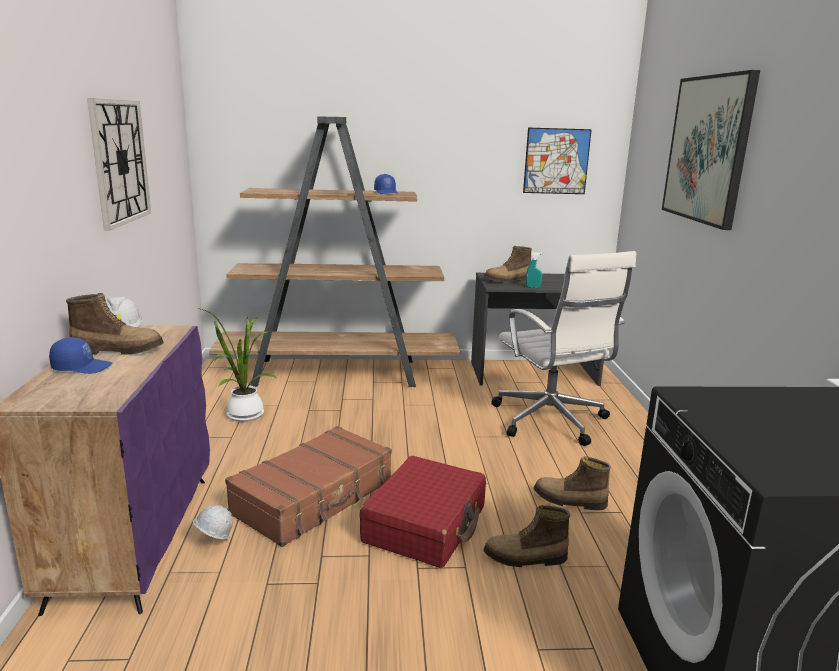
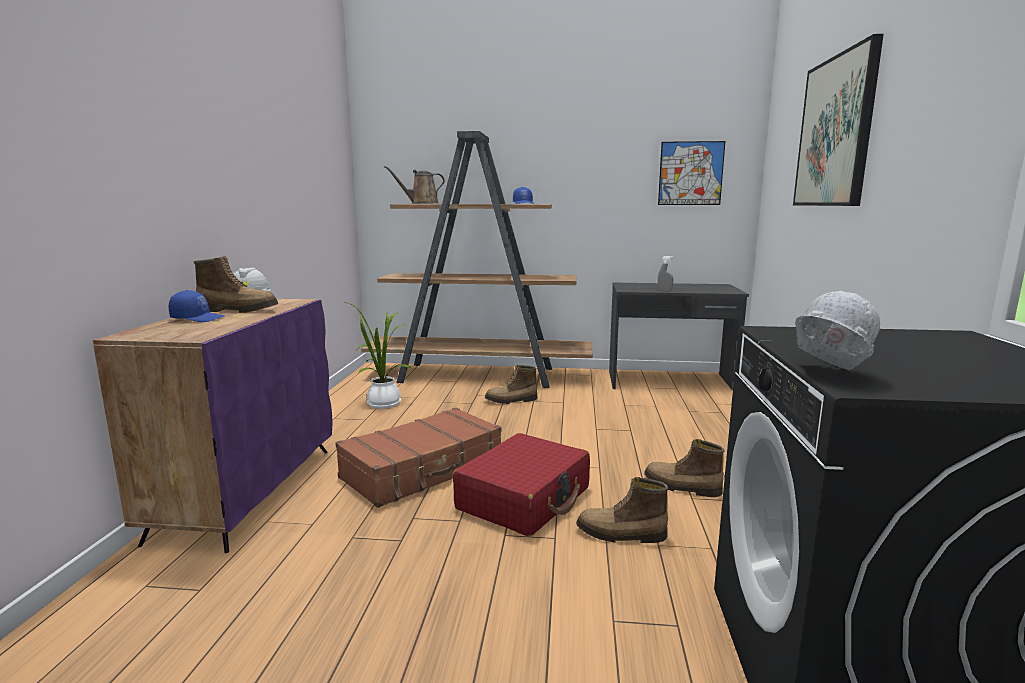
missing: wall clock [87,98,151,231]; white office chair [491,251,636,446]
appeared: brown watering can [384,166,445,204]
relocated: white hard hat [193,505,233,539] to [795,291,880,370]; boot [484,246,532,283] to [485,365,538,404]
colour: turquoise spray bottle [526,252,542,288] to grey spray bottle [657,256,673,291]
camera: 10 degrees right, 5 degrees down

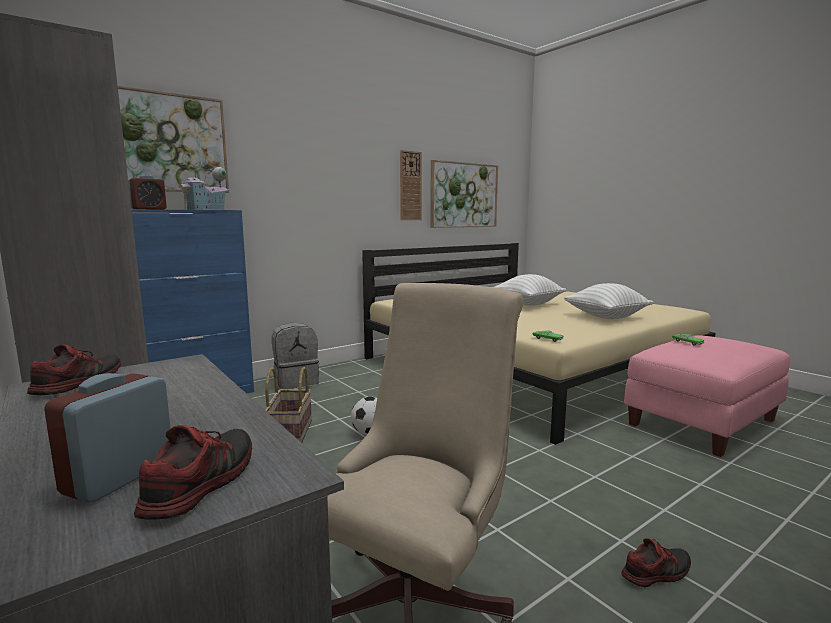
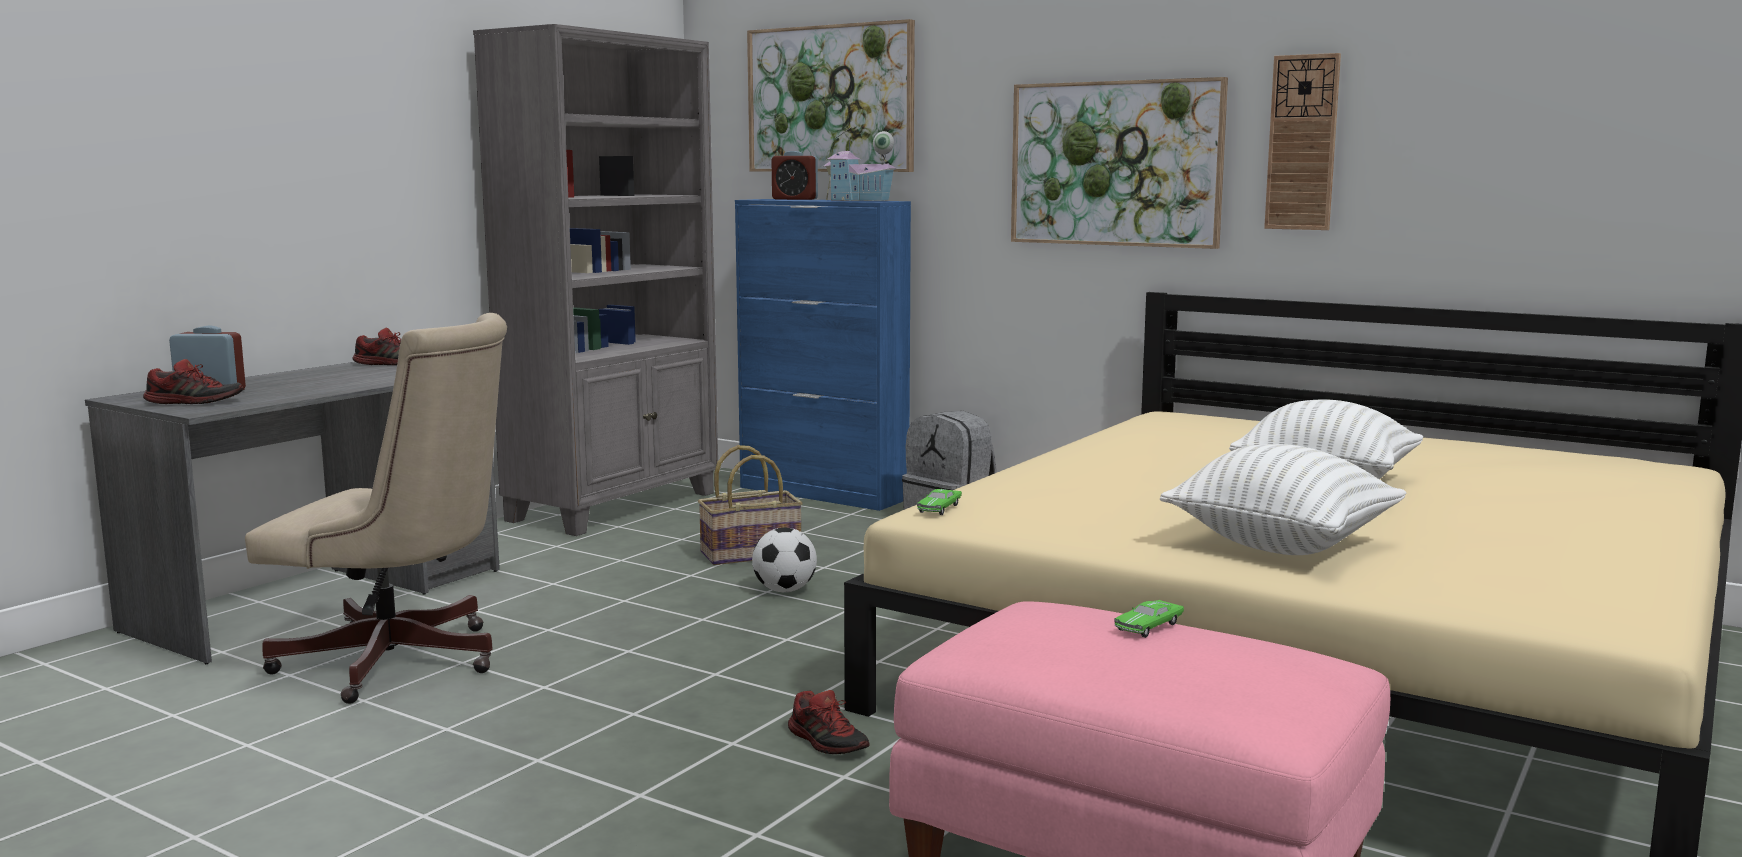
relocated: picture [430,160,498,228] to [1011,77,1228,249]; shoe [621,538,691,587] to [788,690,869,754]
camera: 70 degrees right, 0 degrees up

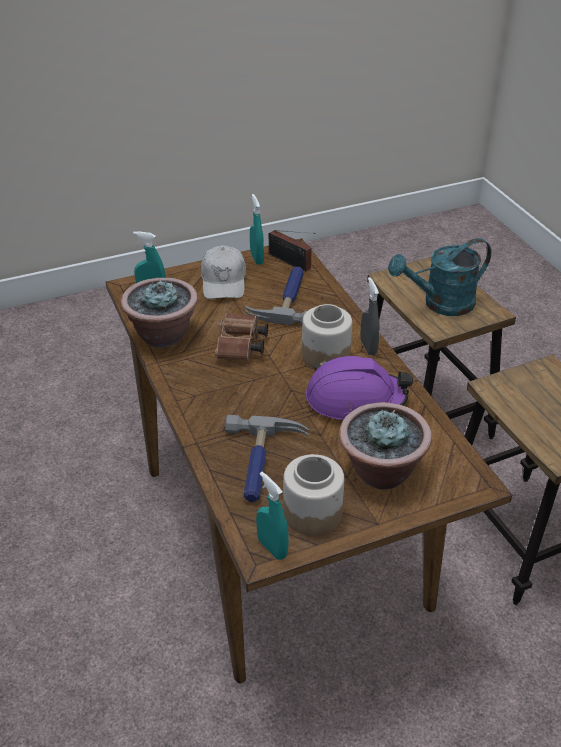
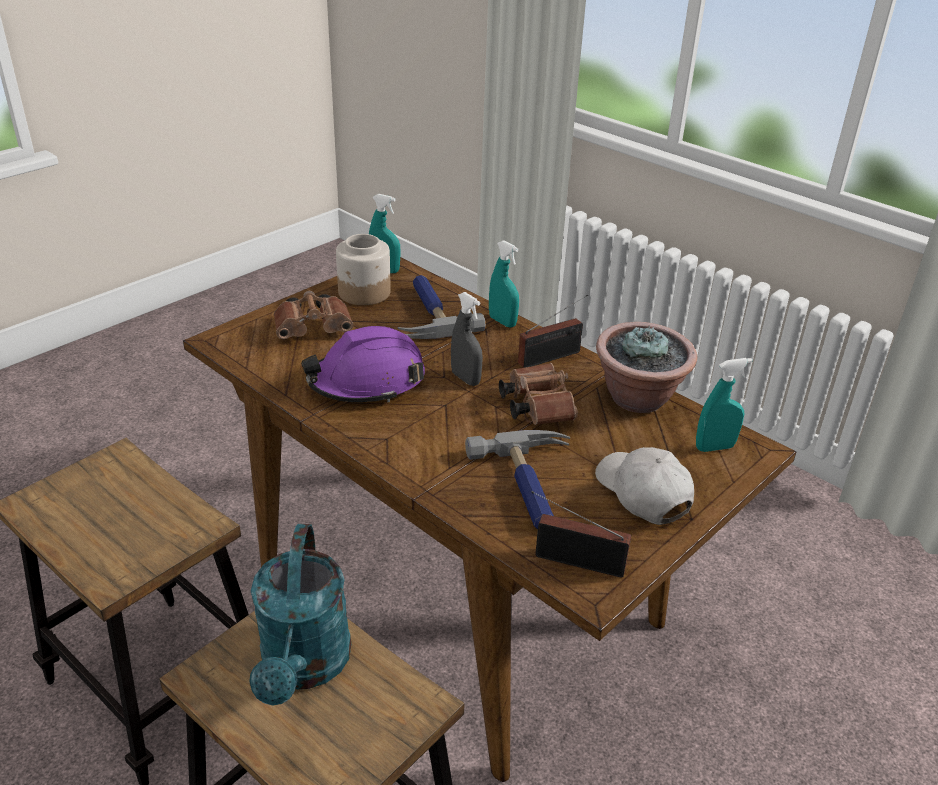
missing: jar [302,304,352,369]
appeared: radio [518,294,588,368]
relocated: turquoise spray bottle [250,194,264,265] to [489,240,519,328]; grey spray bottle [360,277,380,355] to [451,292,483,386]
exchanged: potted plant [339,402,432,489] to brown binoculars [274,291,354,339]
spun: turquoise watering can [388,238,492,316] = [249,524,351,706] 135 degrees clockwise
camera: 155 degrees right, 5 degrees down

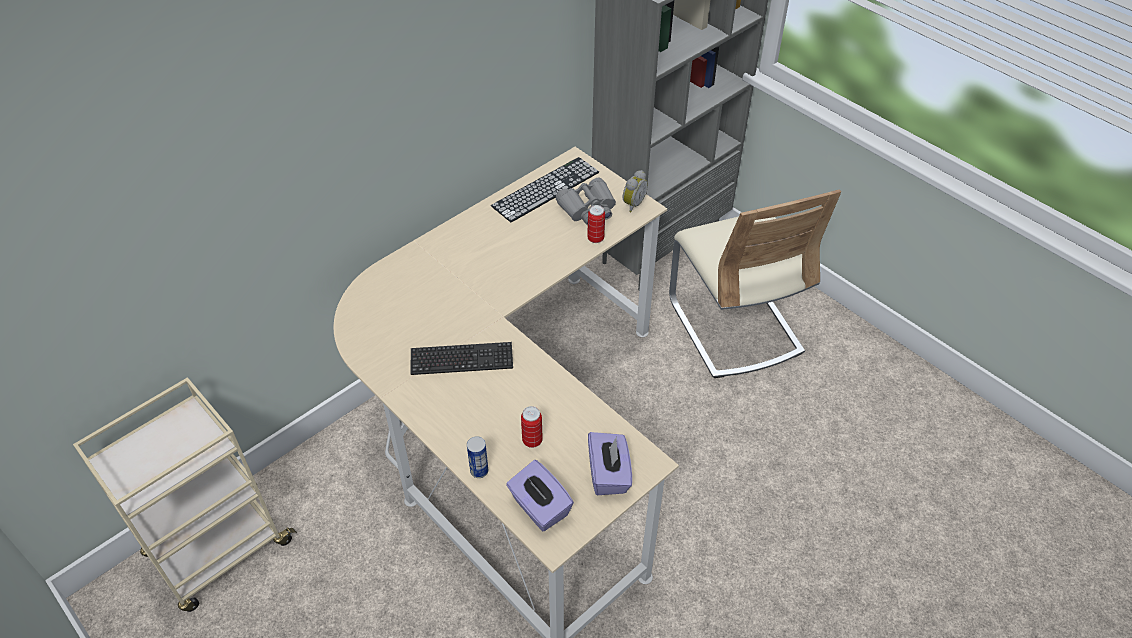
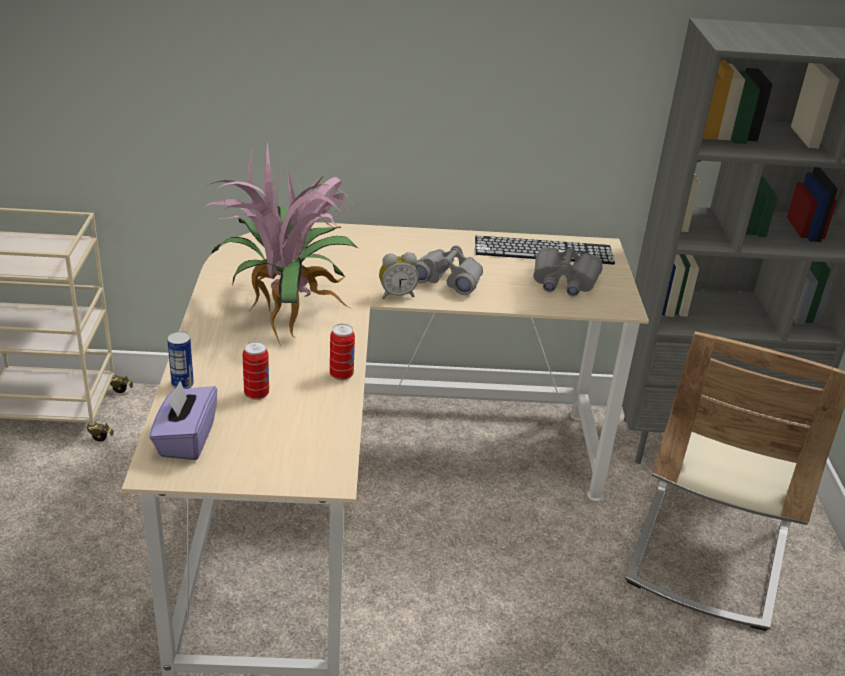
missing: purple tissue box [588,432,632,495]
appeared: grey binoculars [415,245,483,295]
relocated: can [587,205,605,243] to [330,324,355,380]; alarm clock [623,170,648,213] to [379,252,419,299]
exchanged: keyboard [410,342,513,375] to potted plant [206,142,358,346]
camera: 40 degrees right, 15 degrees down

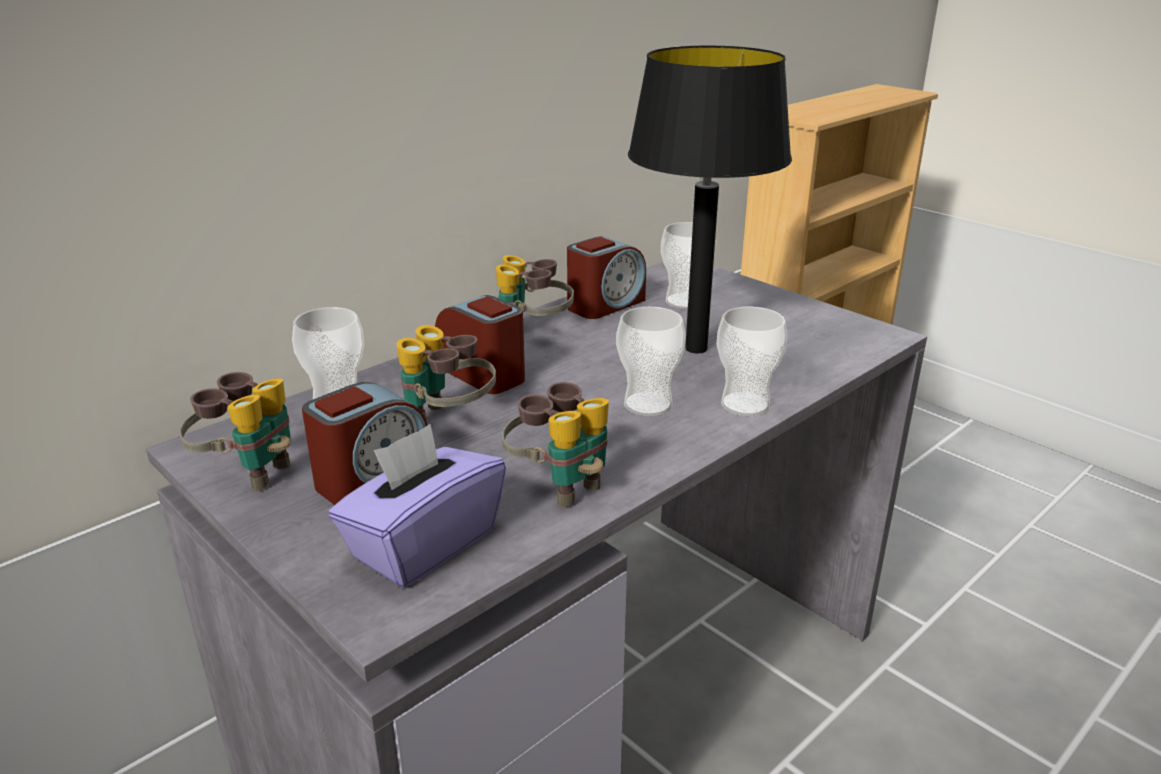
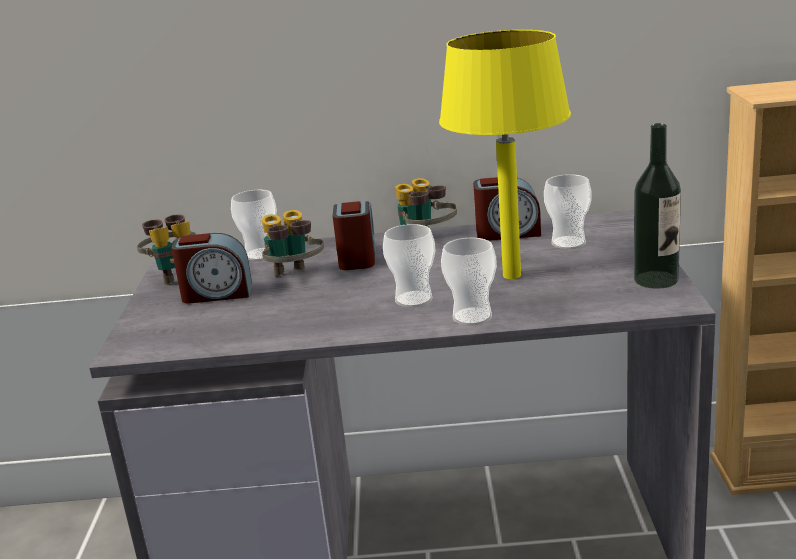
missing: purple tissue box [328,424,506,588]; binoculars [502,382,609,508]
appeared: bottle [634,123,681,289]
colour: black table lamp [628,46,792,353] to yellow table lamp [439,30,571,279]
camera: 45 degrees right, 5 degrees down

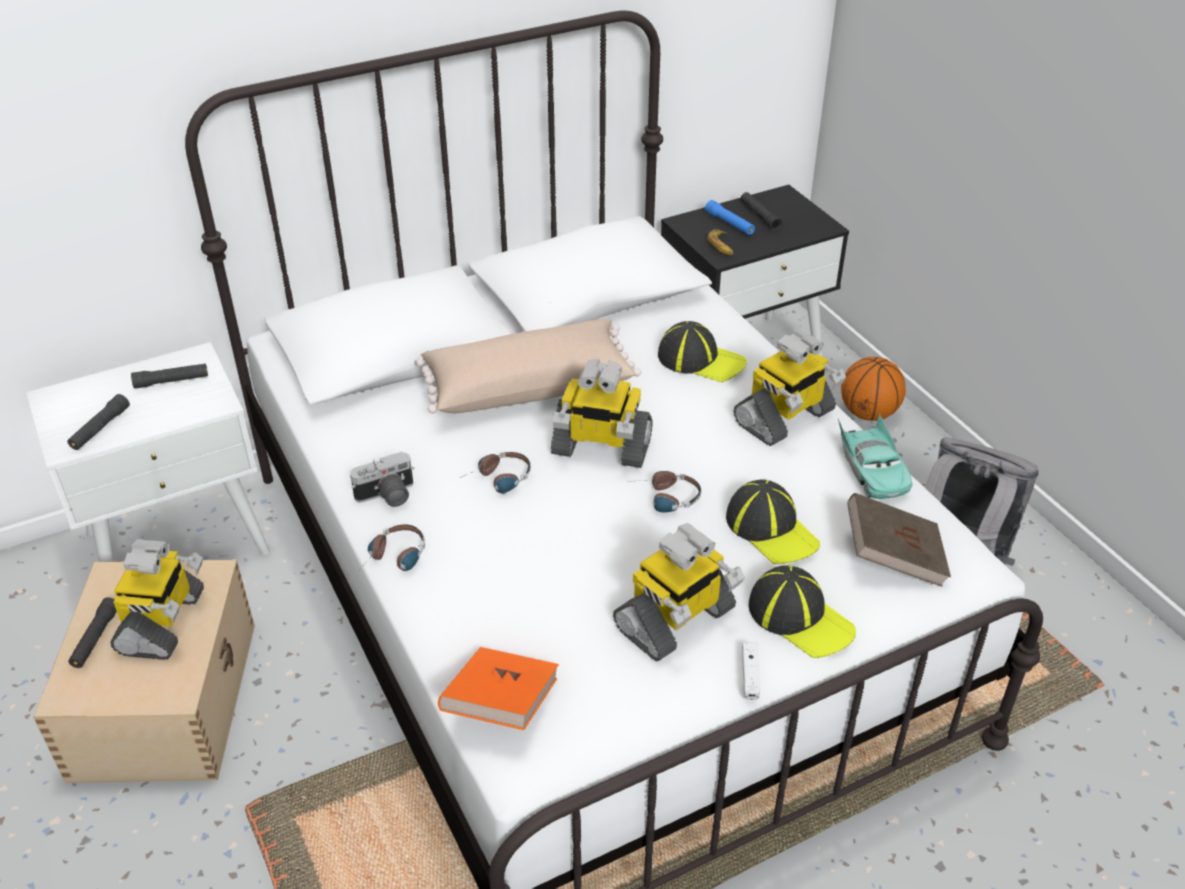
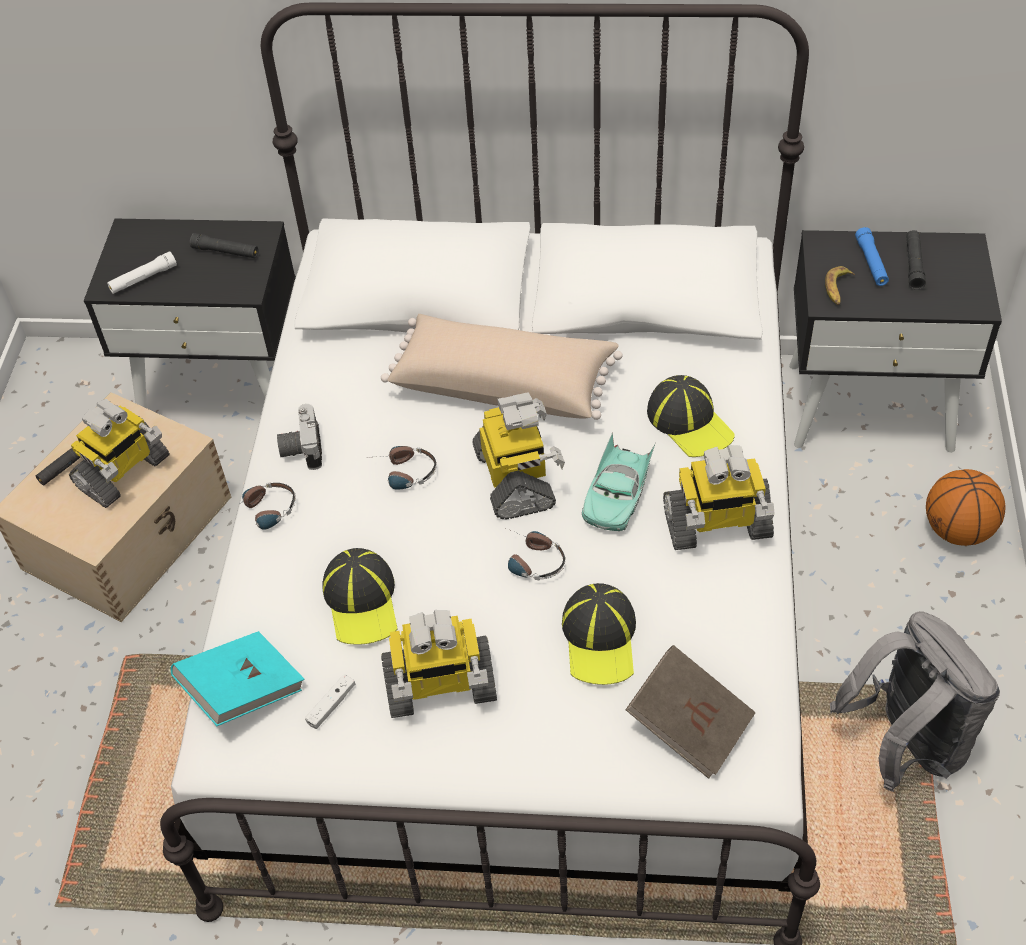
relocated: white game controller [742,642,760,700] to [305,674,356,729]; cap [749,566,856,658] to [322,548,398,644]; turquoise toy car [838,414,912,499] to [582,432,655,531]
colour: white nightstand [26,342,270,562] to black nightstand [84,219,296,408]; black flashlight [67,394,130,450] to white flashlight [107,251,177,294]; orange book [438,647,559,730] to turquoise book [171,631,305,726]
spun: photo camera [350,451,414,507] = [277,404,322,470] 75 degrees clockwise; toy robot [551,359,653,468] = [472,392,565,520] 150 degrees counterclockwise
camera: 35 degrees right, 10 degrees up

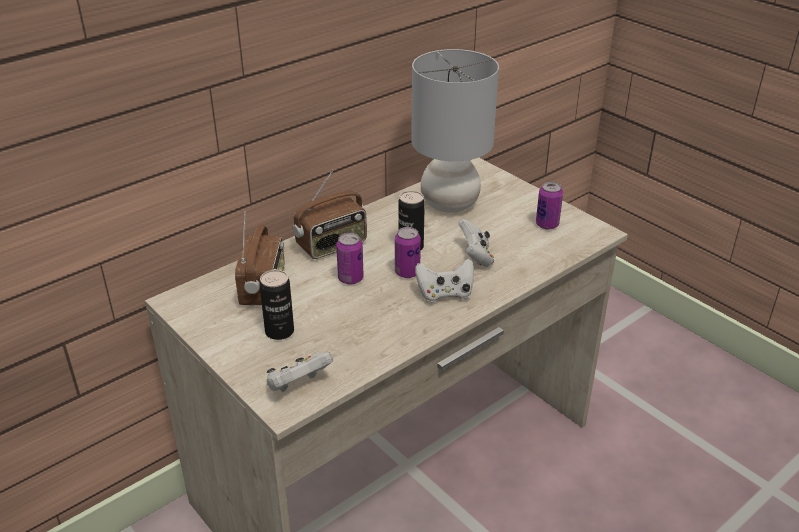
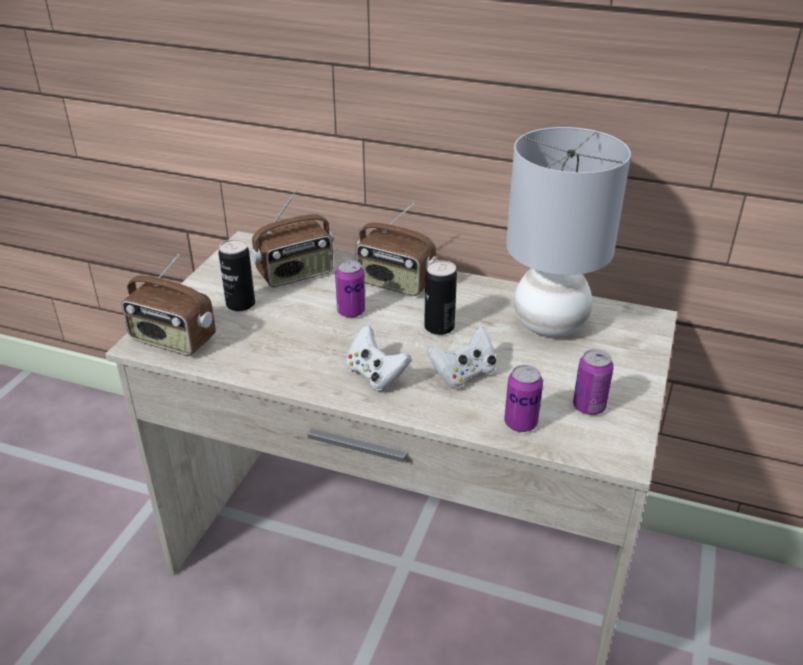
relocated: can [395,227,421,278] to [504,365,543,432]
exchanged: white game controller [267,352,333,393] to radio [121,254,216,356]
camera: 60 degrees right, 0 degrees up

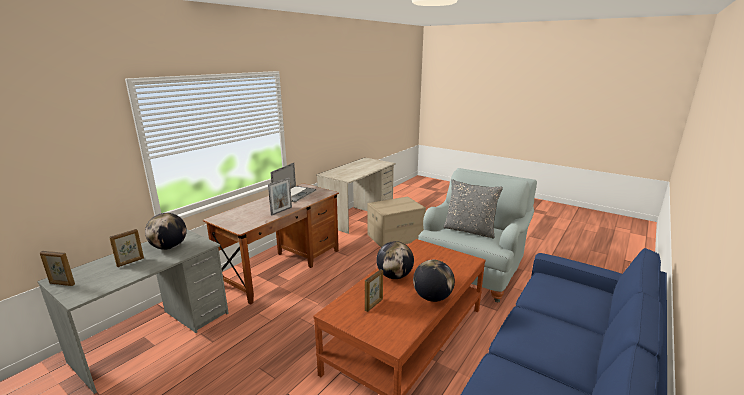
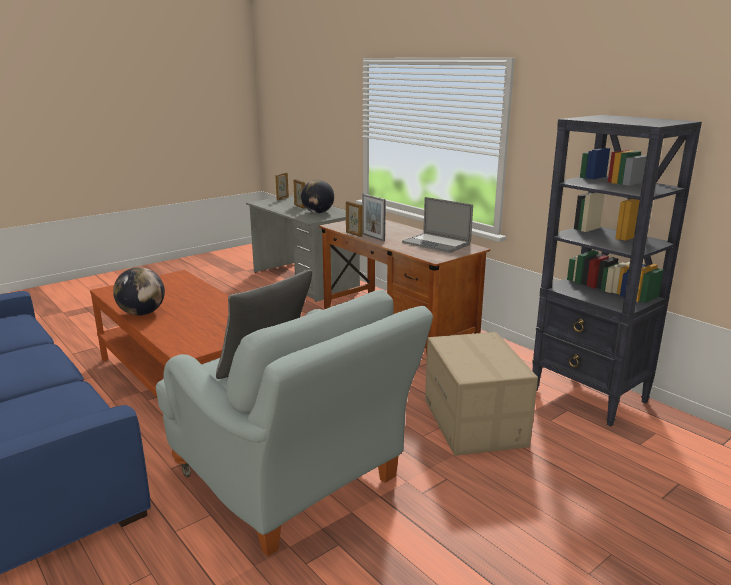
missing: globe [376,241,414,279]
relocated: picture frame [365,269,383,312] to [346,201,363,237]
exchanged: beige desk [316,158,396,234] to black bookcase [532,115,702,426]
camera: 105 degrees right, 0 degrees up

